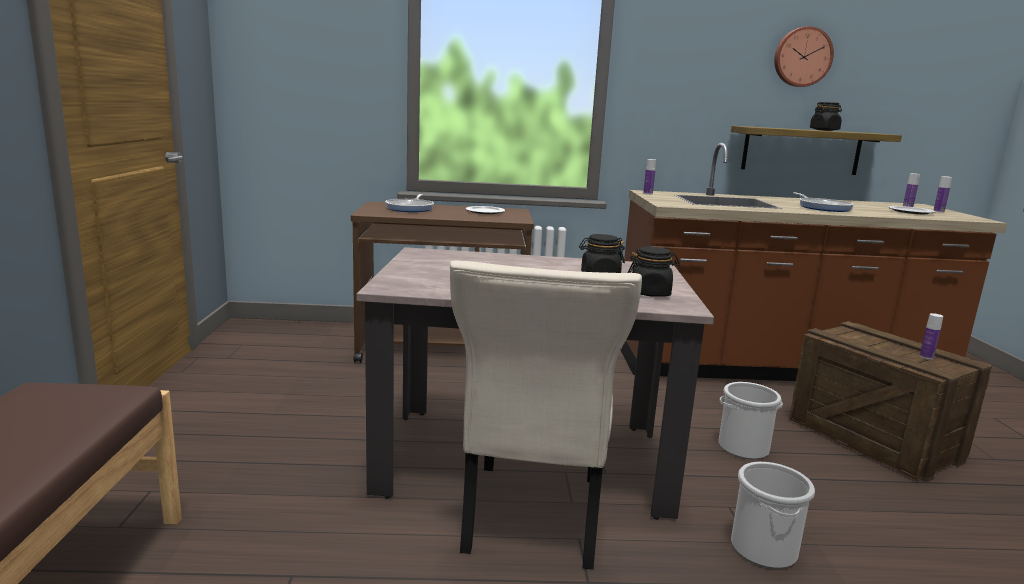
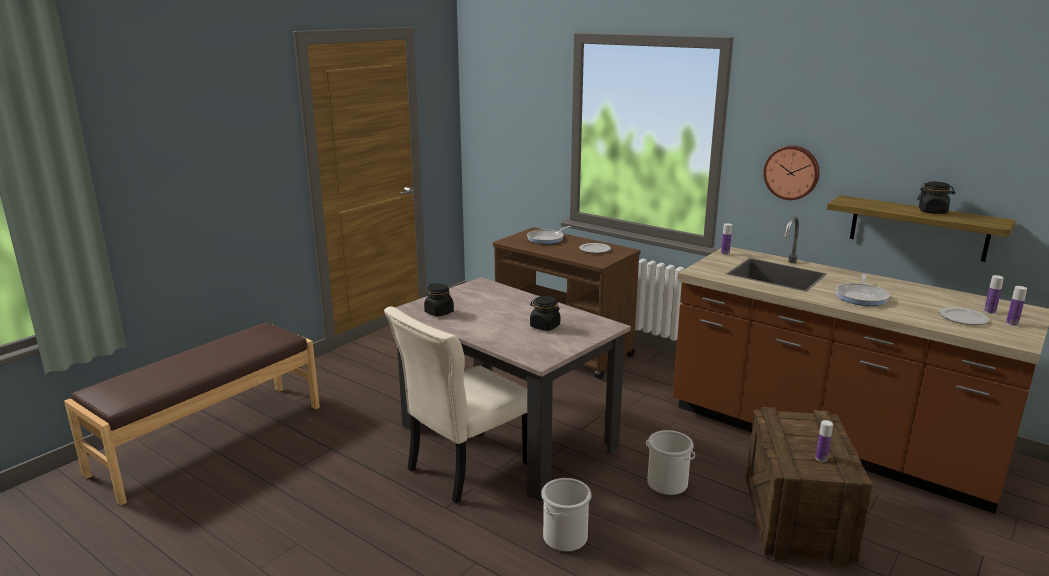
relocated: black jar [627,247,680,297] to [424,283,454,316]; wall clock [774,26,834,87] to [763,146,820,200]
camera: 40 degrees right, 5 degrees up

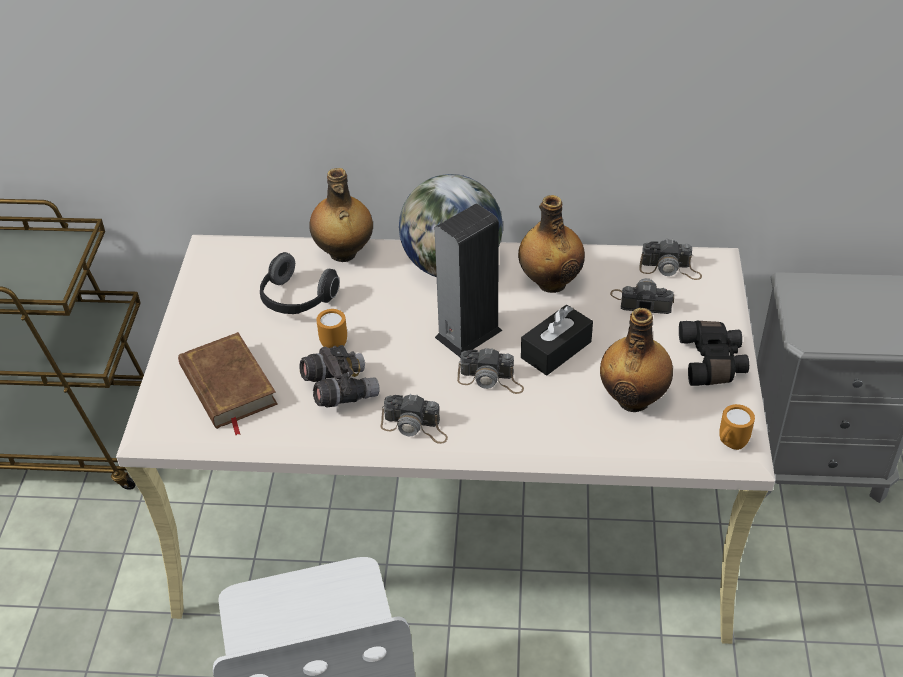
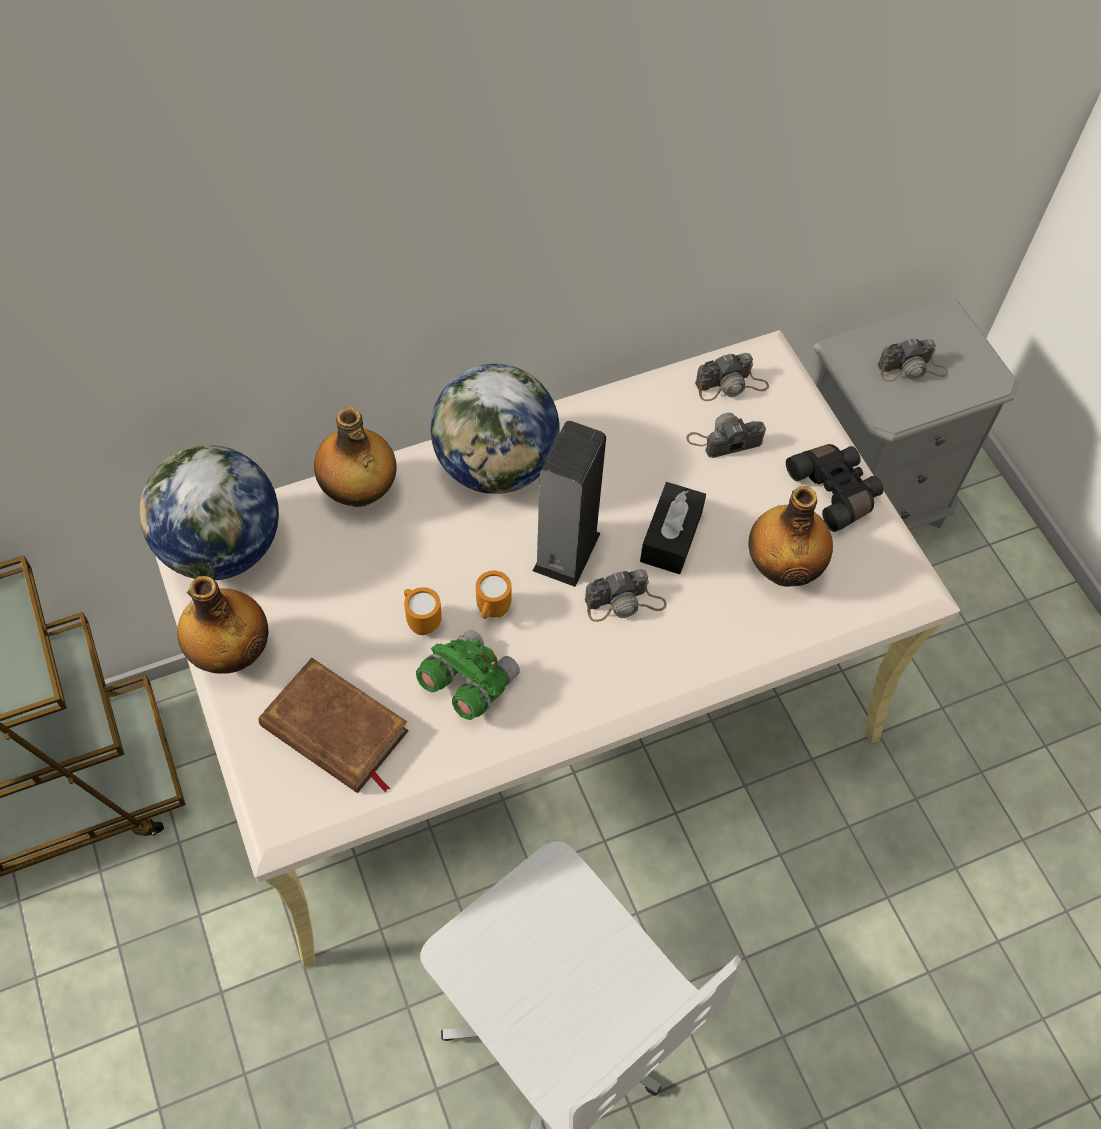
missing: headphones [260,252,340,314]
appeared: globe [139,445,279,580]
relocated: photo camera [381,394,448,444] to [877,338,948,382]; bottle [518,195,585,293] to [177,576,269,674]; orange mug [719,404,755,450] to [476,571,511,619]
colour: grey binoculars [299,345,380,407] to green binoculars [416,630,520,720]
camera: 30 degrees left, 15 degrees up

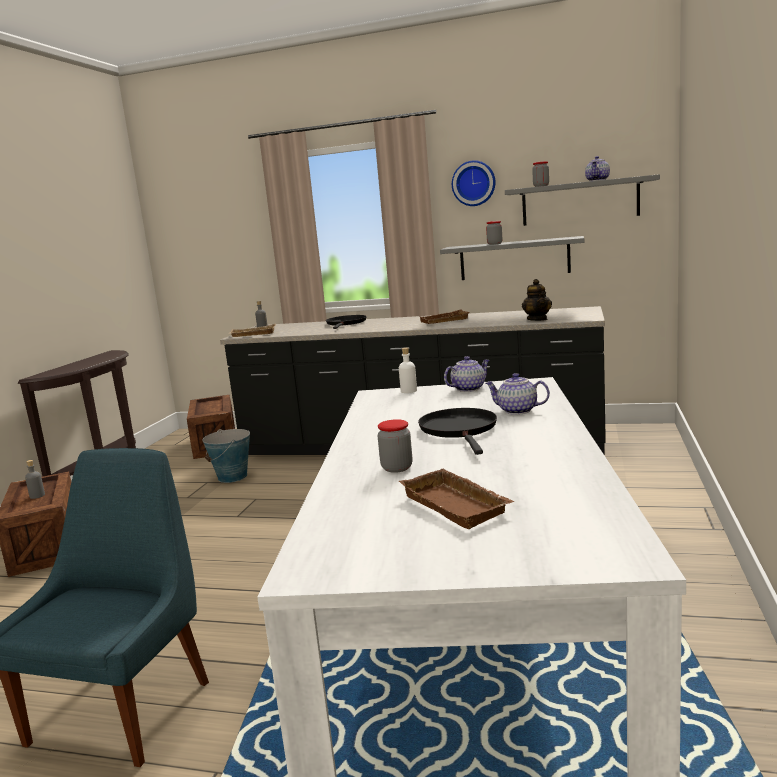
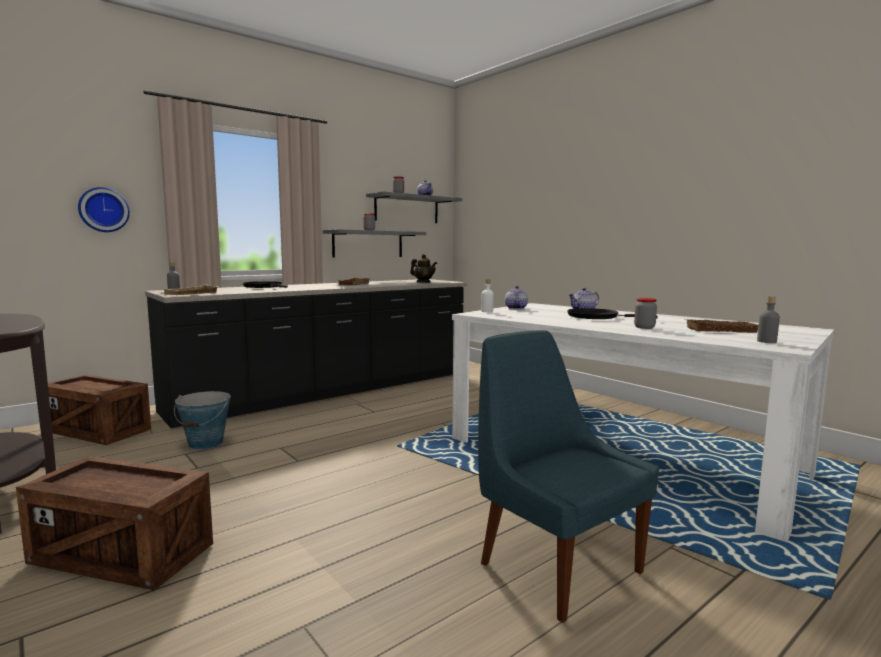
relocated: grey bottle [25,460,45,499] to [757,296,780,343]; wall clock [452,160,495,206] to [78,187,130,232]
camera: 55 degrees left, 5 degrees down

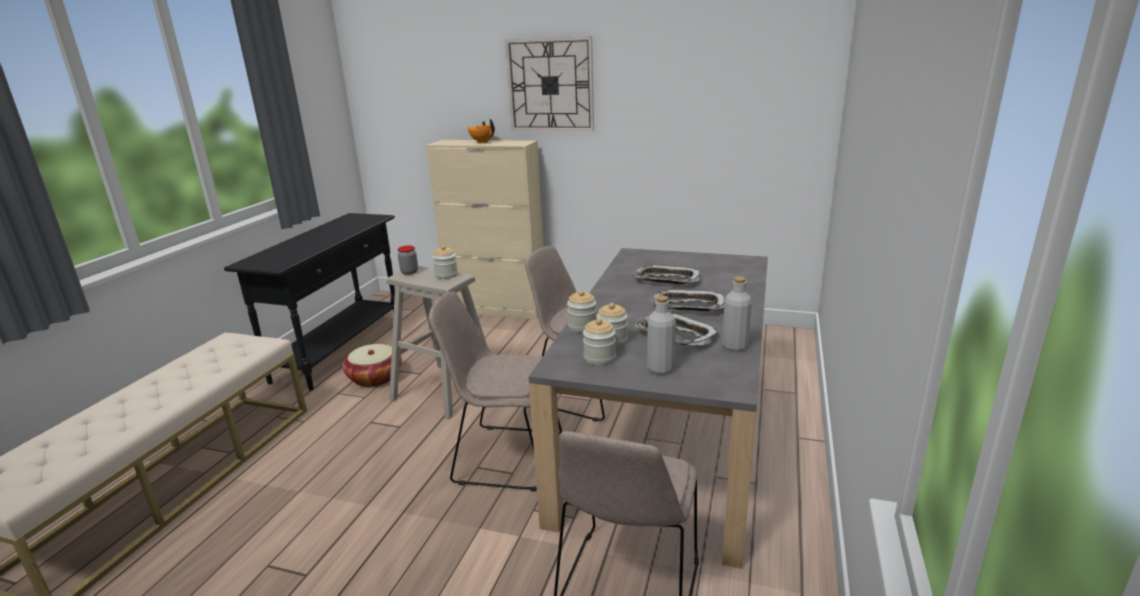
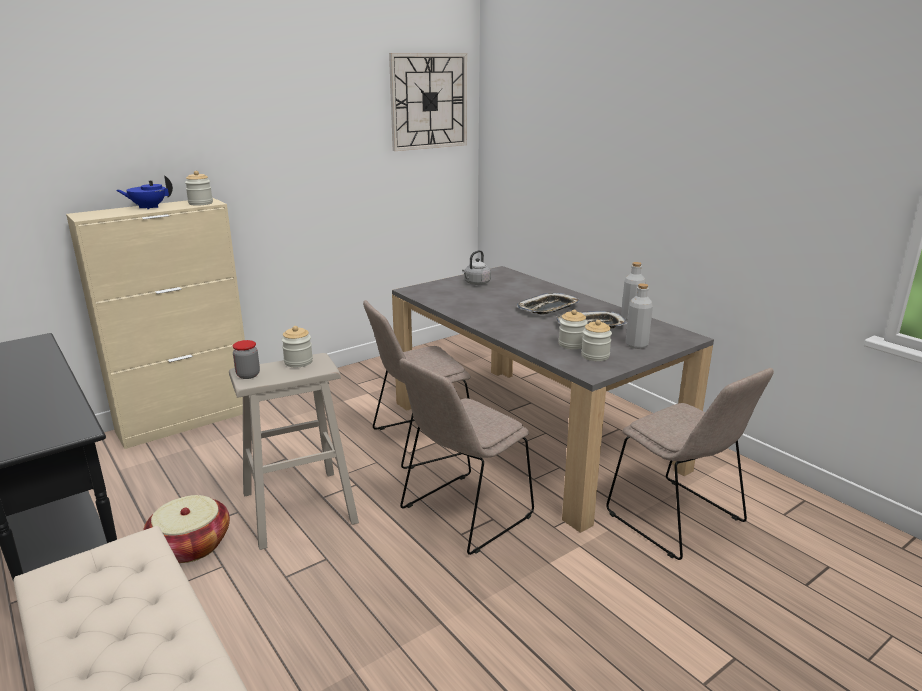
missing: tray [633,265,701,284]
appeared: grey kettle [462,250,491,285]
relocated: wall clock [505,36,594,131] to [389,53,467,151]; jar [567,290,597,333] to [185,171,213,206]
colour: orange teapot [468,119,495,143] to blue teapot [116,175,173,210]
camera: 55 degrees left, 0 degrees up

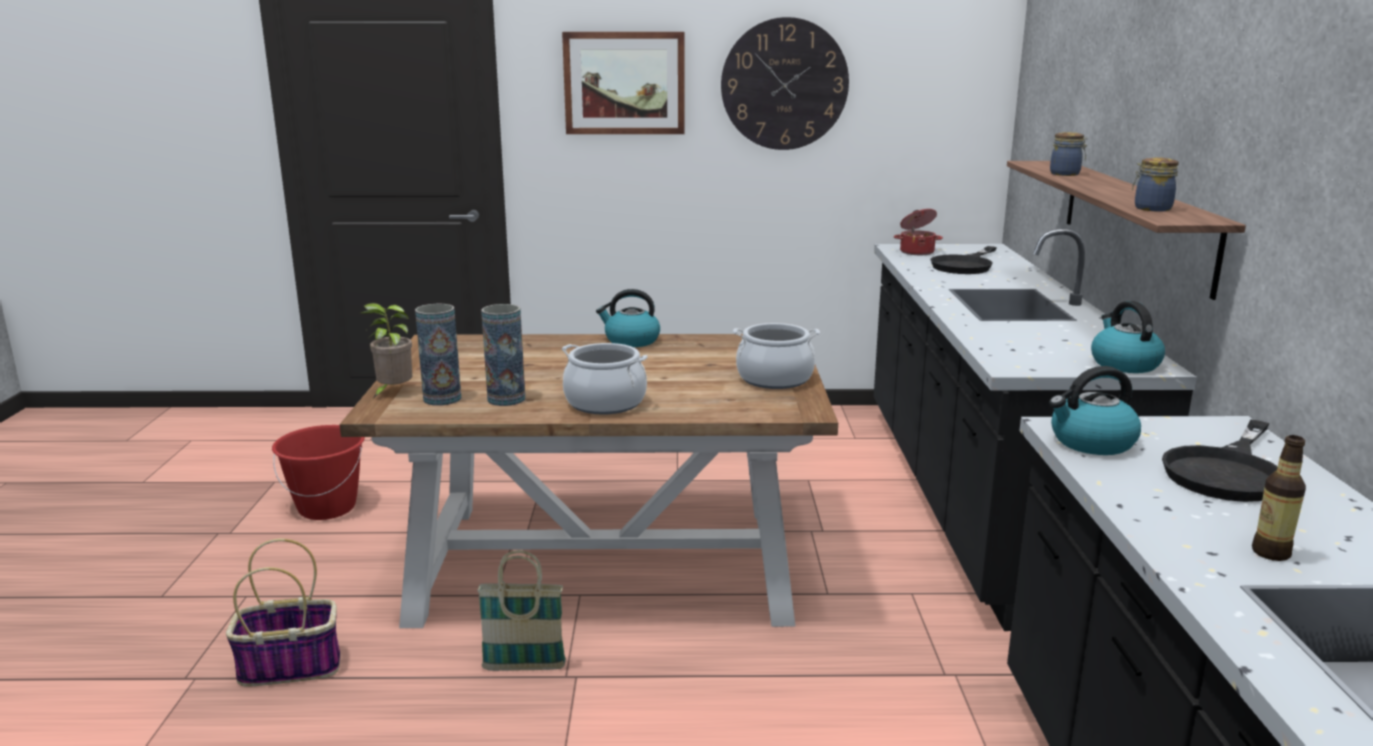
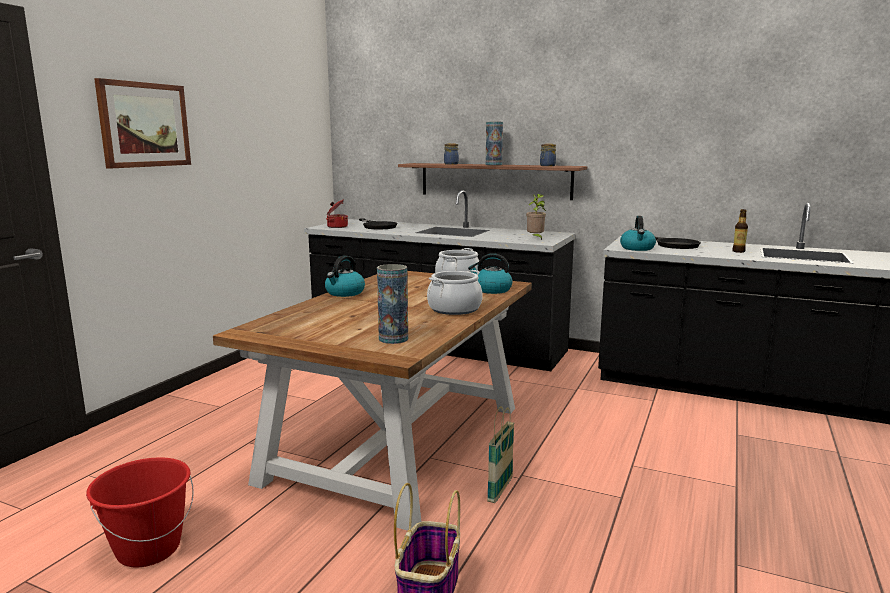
missing: wall clock [721,17,849,150]
relocated: potted plant [361,303,412,397] to [526,194,546,240]; vase [481,304,525,406] to [486,122,503,165]; kettle [1091,301,1165,373] to [468,253,512,294]
camera: 65 degrees left, 5 degrees down

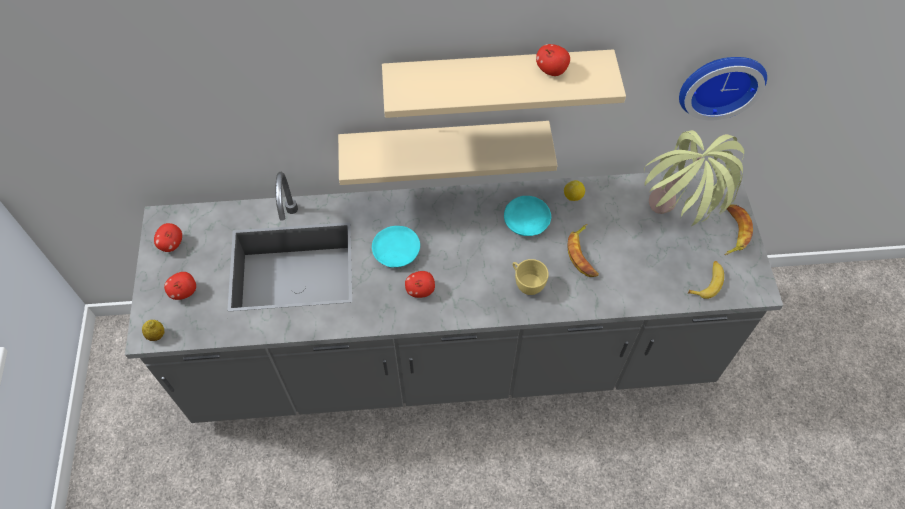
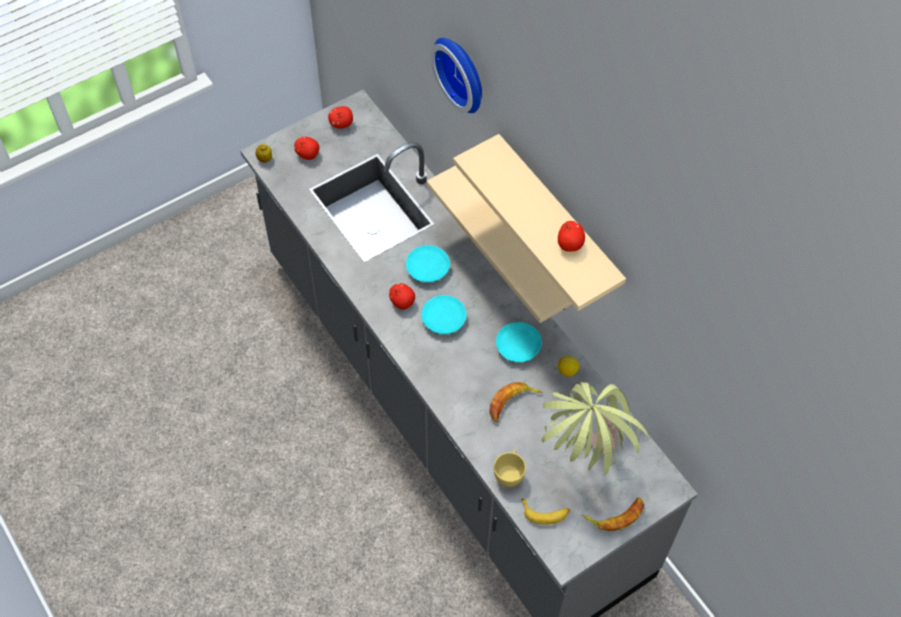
appeared: turquoise plate [421,295,466,334]
relocated: yellow cup [512,259,549,295] to [494,449,526,487]; wall clock [679,57,767,120] to [430,38,482,113]
camera: 60 degrees right, 0 degrees up

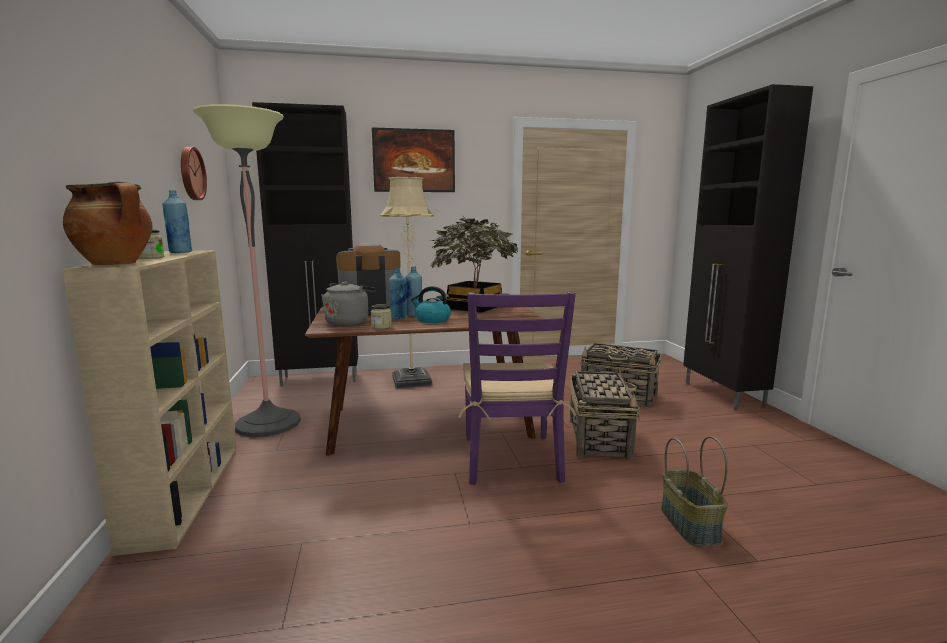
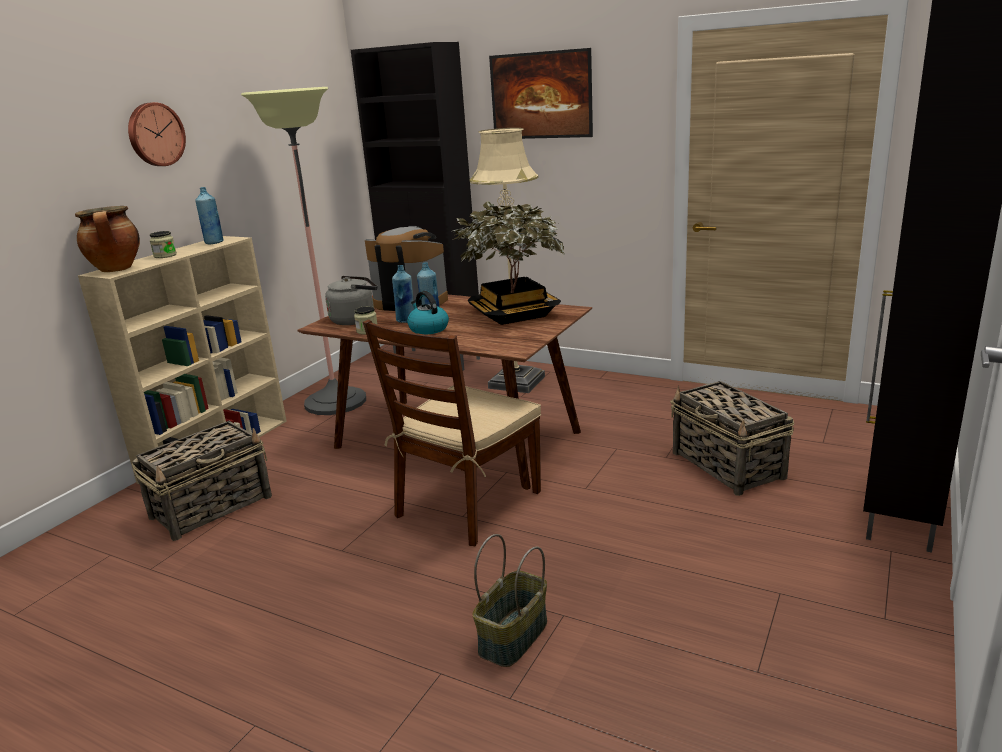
relocated: wall clock [181,147,207,200] to [128,102,186,166]; basket [570,367,641,460] to [132,421,272,541]
colour: purple chair [459,292,576,485] to brown chair [363,319,541,546]
camera: 40 degrees right, 10 degrees up

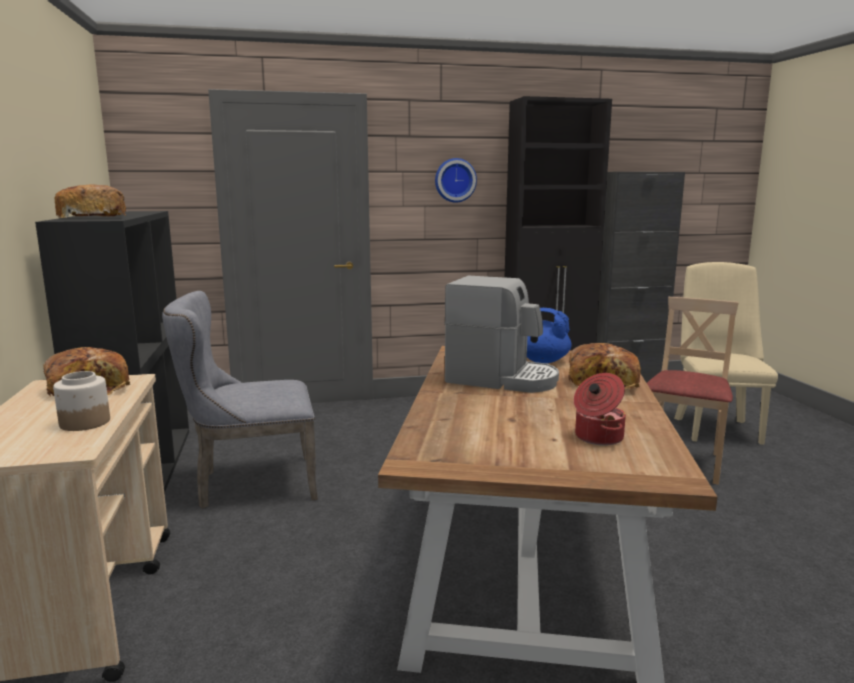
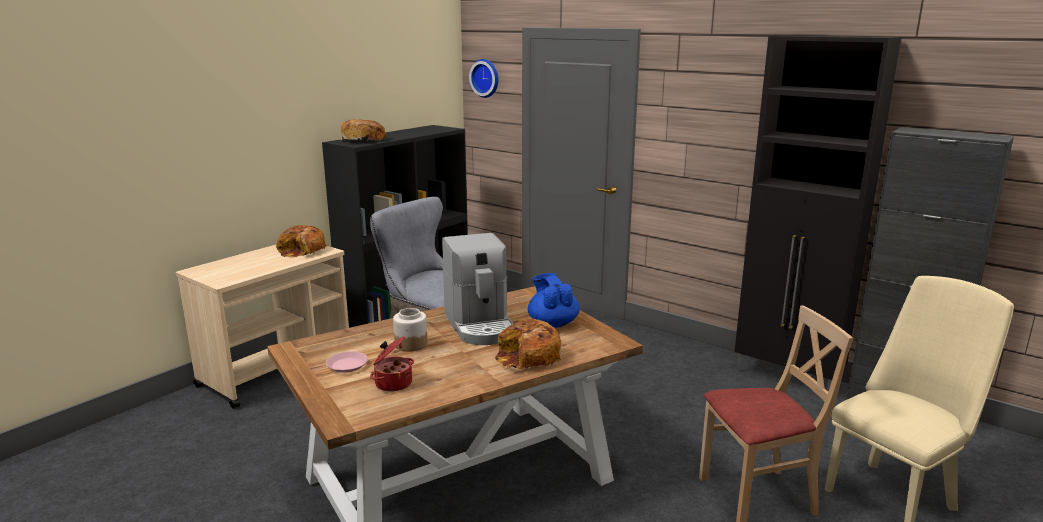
appeared: pink plate [326,351,368,373]
relocated: jar [53,371,110,431] to [393,308,428,352]; wall clock [435,158,477,202] to [469,59,498,98]
camera: 50 degrees right, 5 degrees up

